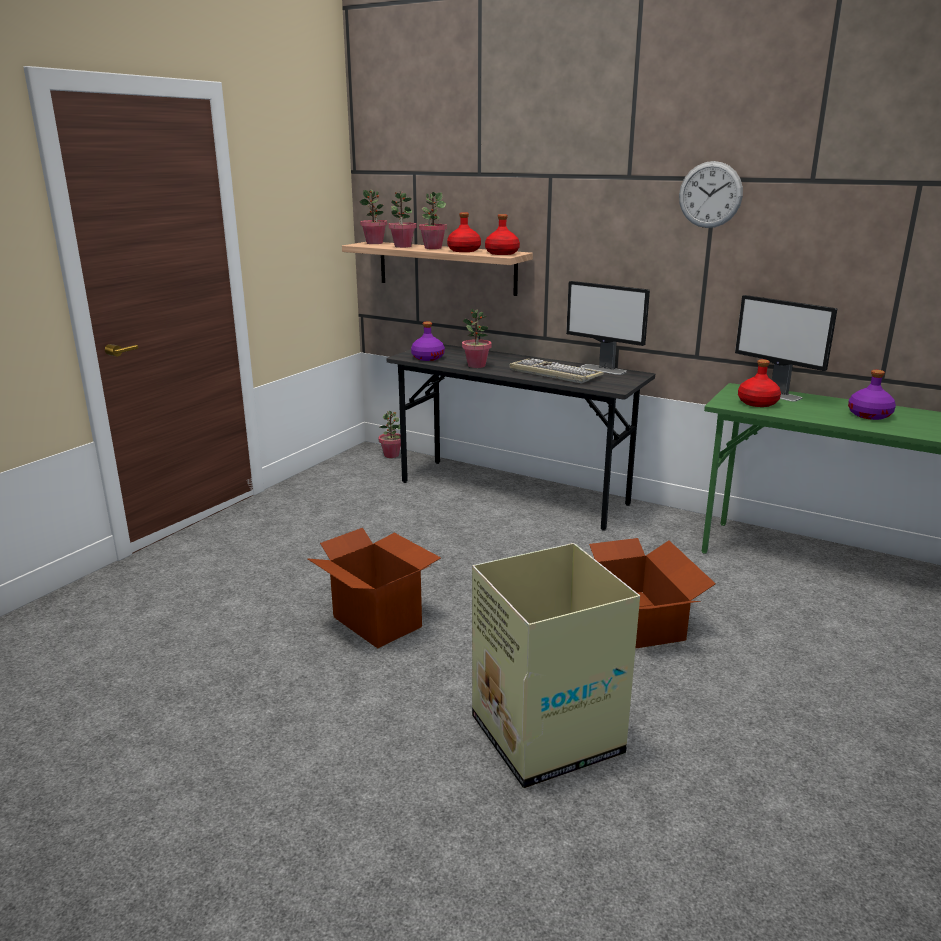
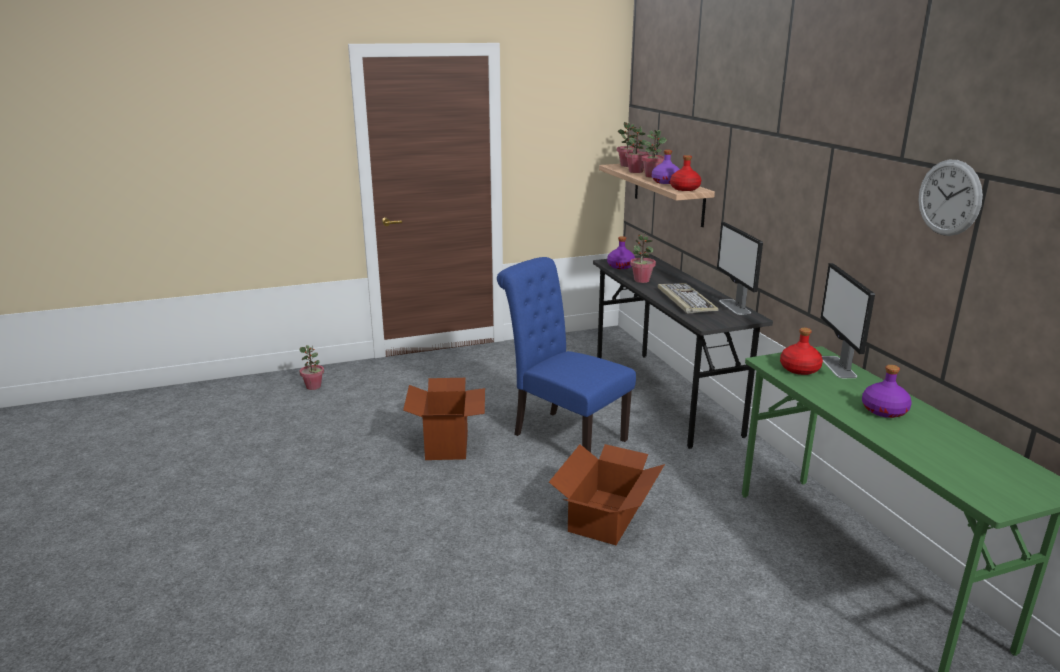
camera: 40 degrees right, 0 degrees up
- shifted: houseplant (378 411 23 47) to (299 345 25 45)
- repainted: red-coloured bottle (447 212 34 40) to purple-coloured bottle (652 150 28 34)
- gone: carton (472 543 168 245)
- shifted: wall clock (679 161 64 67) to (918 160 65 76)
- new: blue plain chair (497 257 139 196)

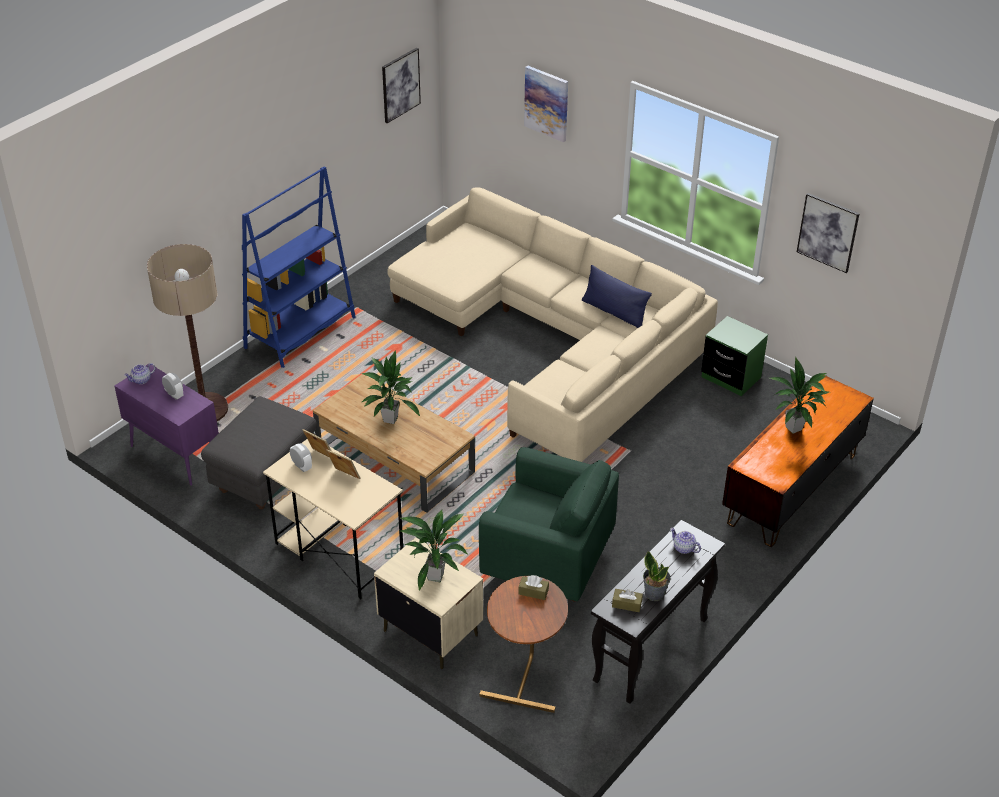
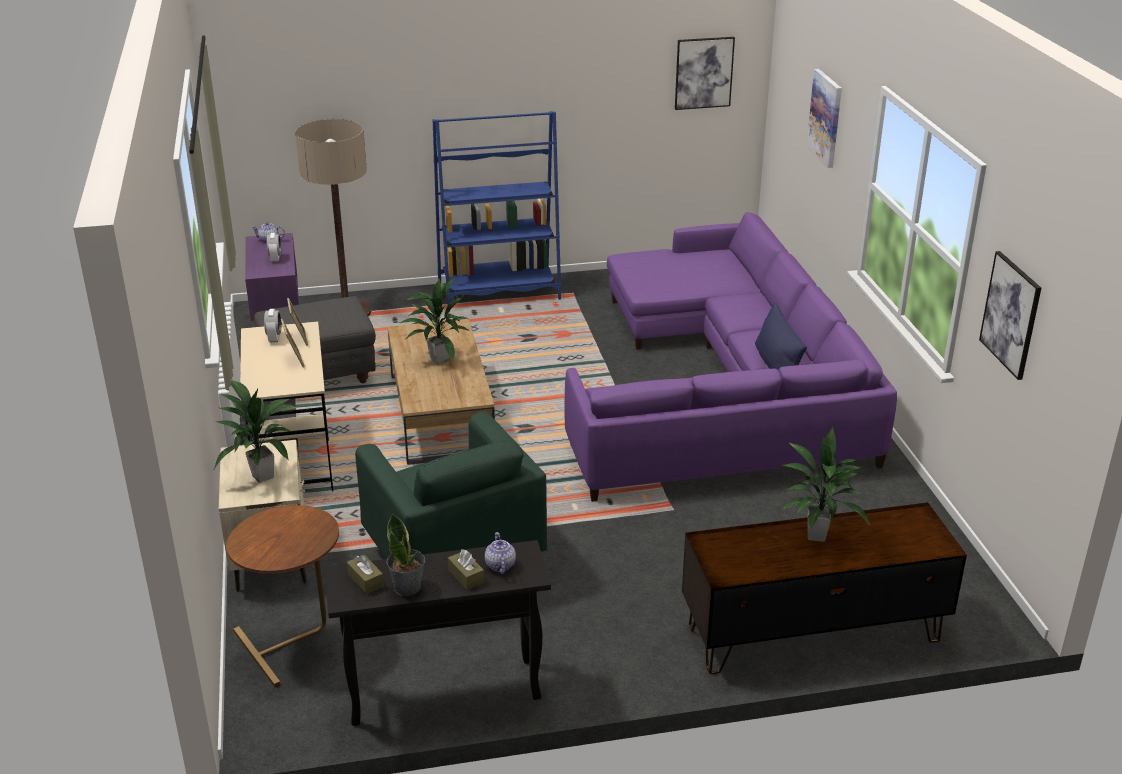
camera: 40 degrees right, 10 degrees down
- repainted: beige sofa (387 188 331 274) to purple-coloured sofa (565 212 332 290)
- shifted: brownish box of tissues (519 575 30 25) to (448 549 36 41)
- gone: greenish nightstand (701 316 67 80)

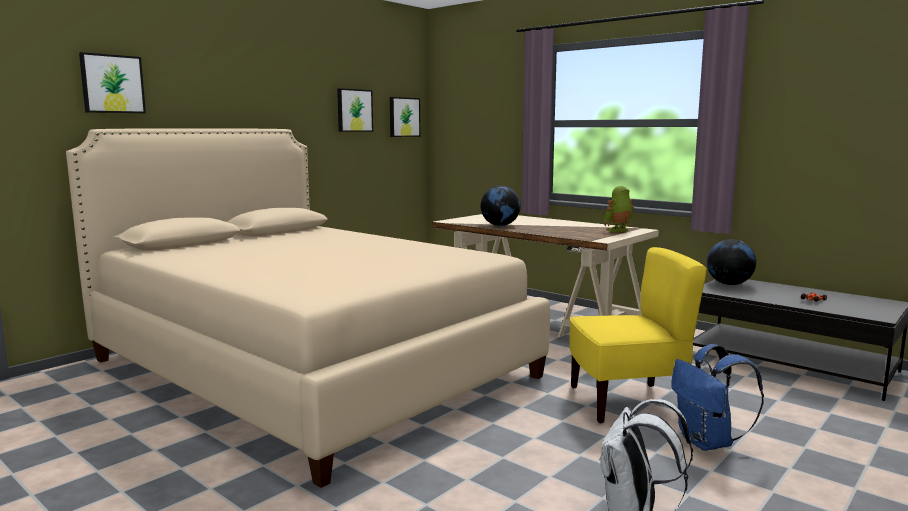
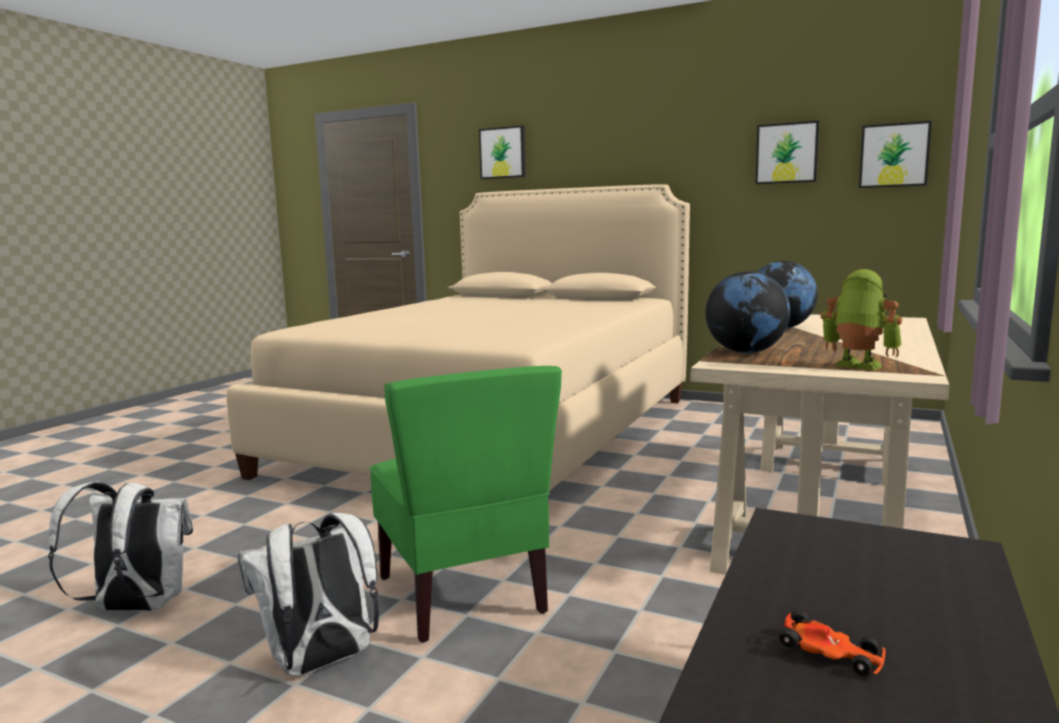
camera: 75 degrees right, 0 degrees up
- repainted: yellow plain chair (569 247 138 176) to greenish plain chair (369 366 193 277)
- repainted: blue rucksack (671 344 93 107) to white rucksack (238 513 141 163)
- shifted: globe (707 239 49 46) to (705 271 85 82)

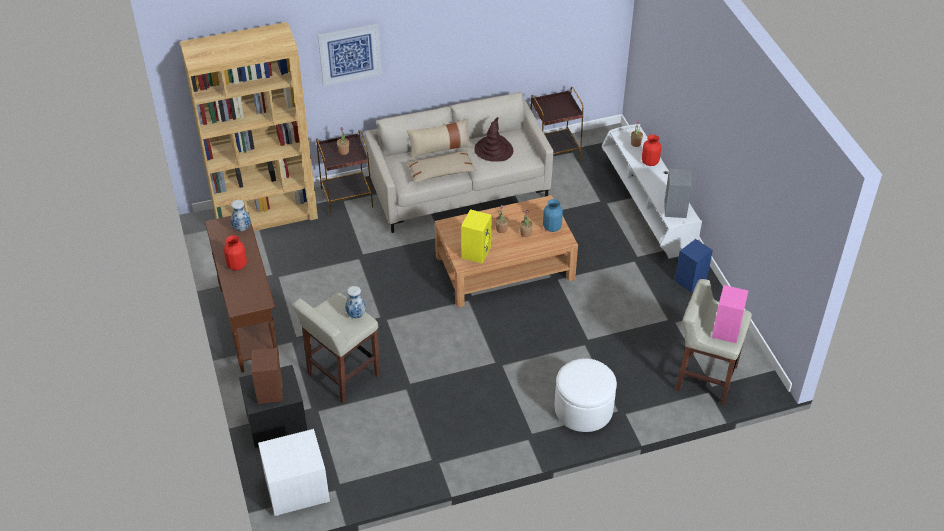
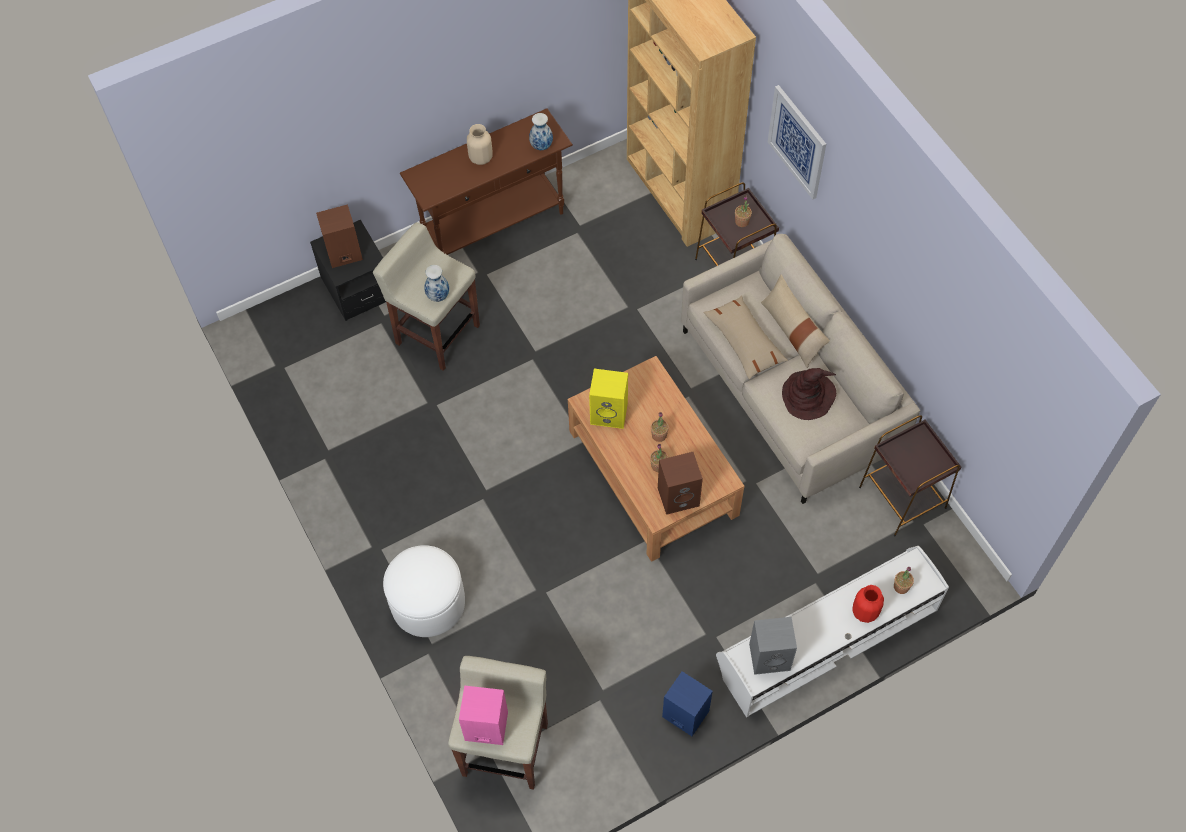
camera: 80 degrees right, 15 degrees up
- repainted: red-coloured decorative vase (224 235 23 35) to beige decorative vase (467 124 26 41)
- gone: white nightstand (258 429 72 87)
- swapped: blue decorative vase (543 199 20 33) to brownish loudspeaker (658 452 45 63)

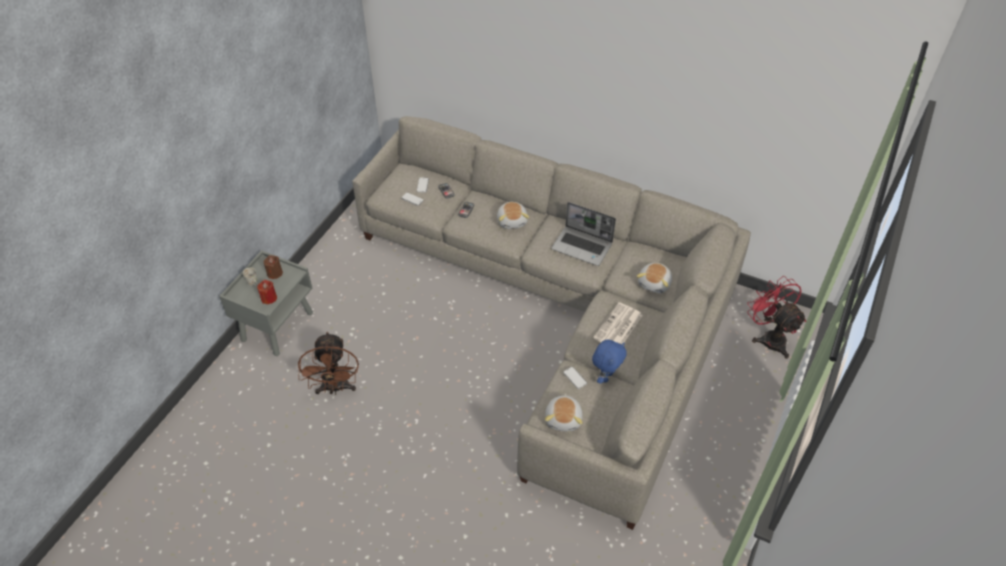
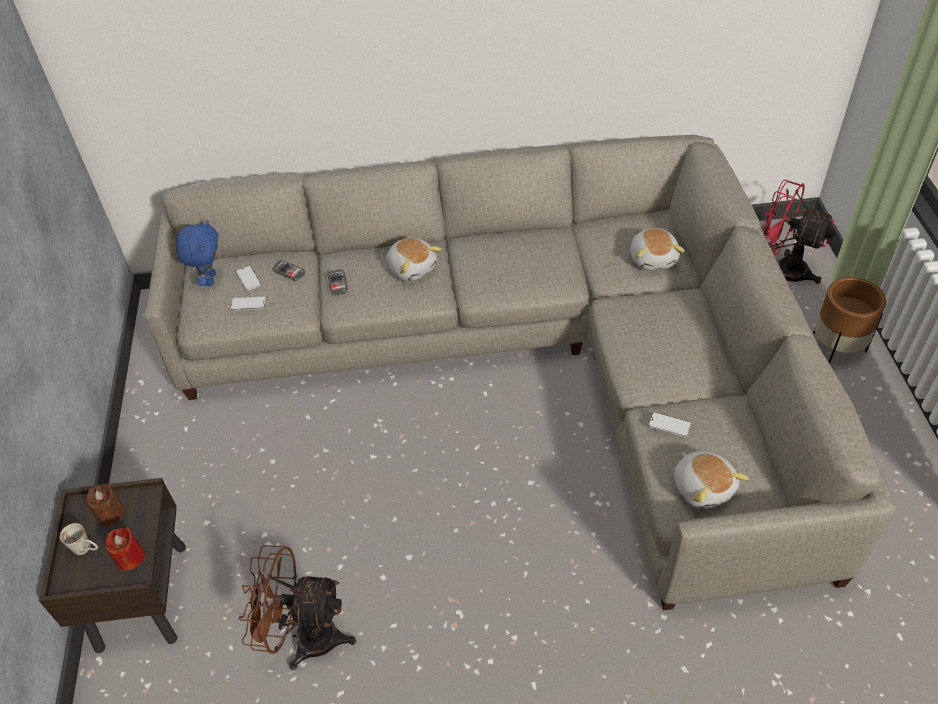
camera: 30 degrees left, 0 degrees up
- repainted: greyish nightstand (219 250 94 106) to brownish nightstand (39 478 147 175)
- rotated: brownish cooling fan (298 332 61 63) = (238 545 118 125) 135 degrees clockwise
- gone: notebook computer (551 202 65 64)
- shifted: blue soft toy (592 340 35 44) to (176 220 42 66)
- gone: daily paper (593 302 50 42)
- new: brownish planter (813 277 73 87)

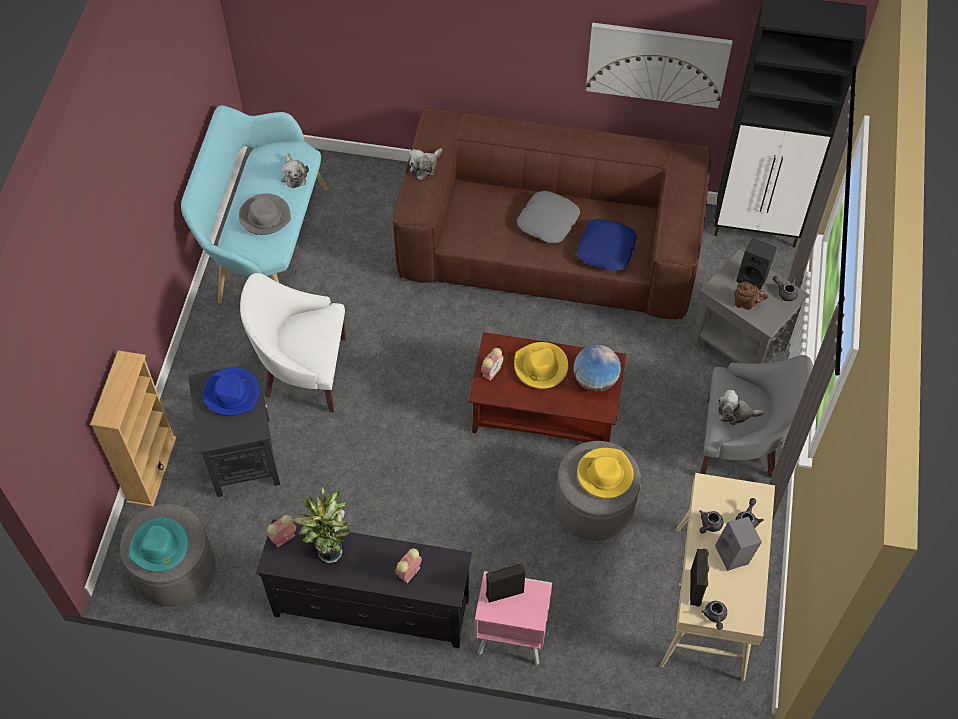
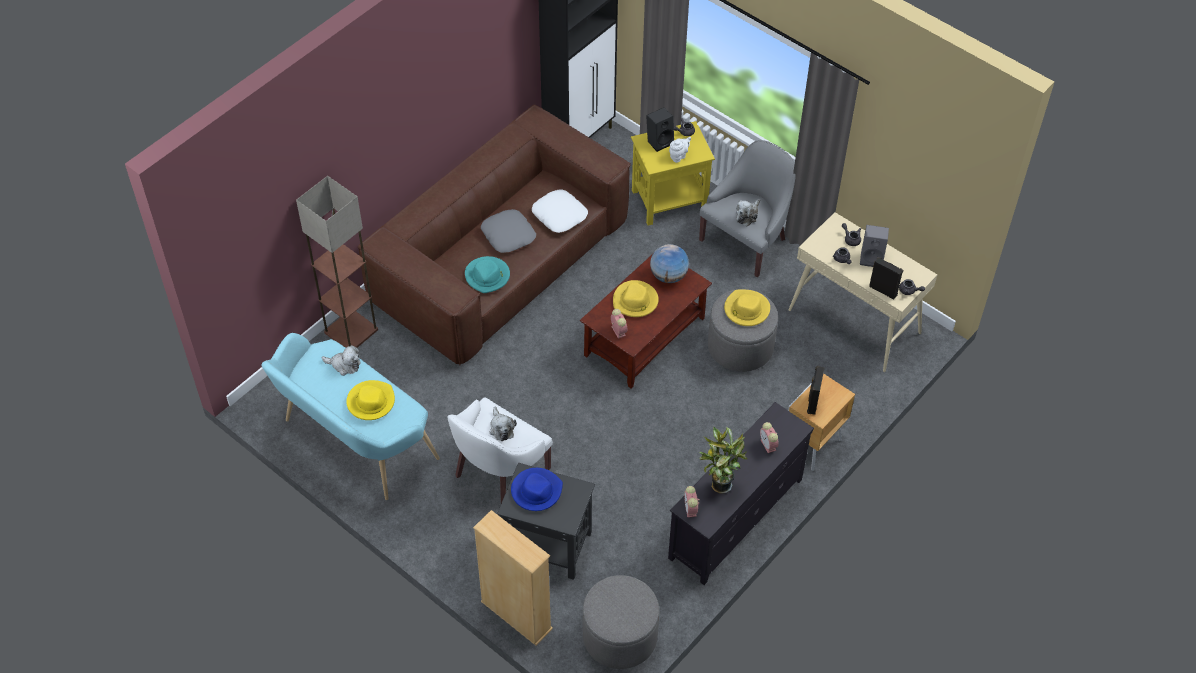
camera: 60 degrees left, 5 degrees down
- shifted: blue-green hat (129 518 60 54) to (465 256 45 37)
- repainted: greyish hat (239 194 52 41) to yellow hat (346 380 49 40)
- shifted: soft toy (408 148 34 32) to (489 406 28 35)
- repainted: pink nightstand (475 571 77 94) to brownish nightstand (788 373 67 98)
- repainted: blue throw pillow (576 219 61 52) to white throw pillow (532 190 56 43)
- gone: picture (586 23 147 85)
- repainted: greyish side table (691 249 118 115) to yellow side table (631 121 84 105)
- repainted: brownish teapot (734 282 34 28) to white teapot (669 137 22 26)
- new: standard lamp (296 176 82 172)

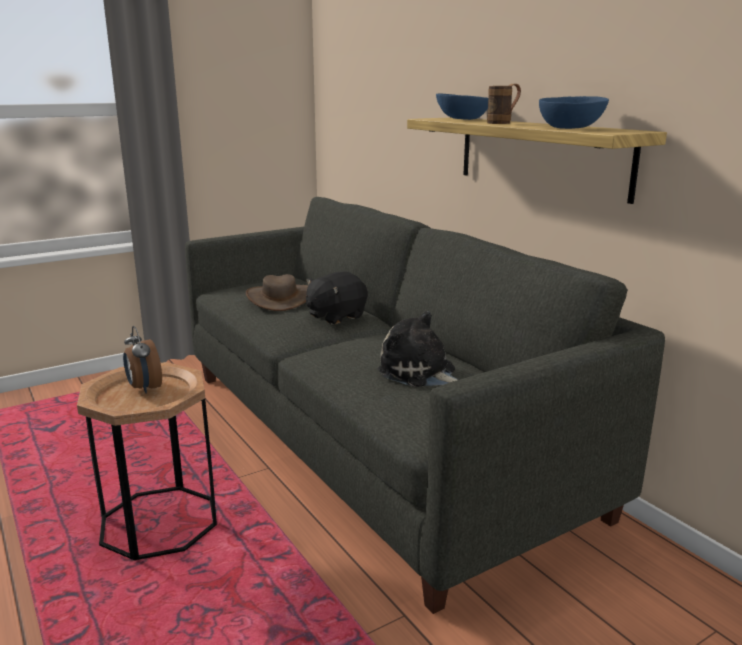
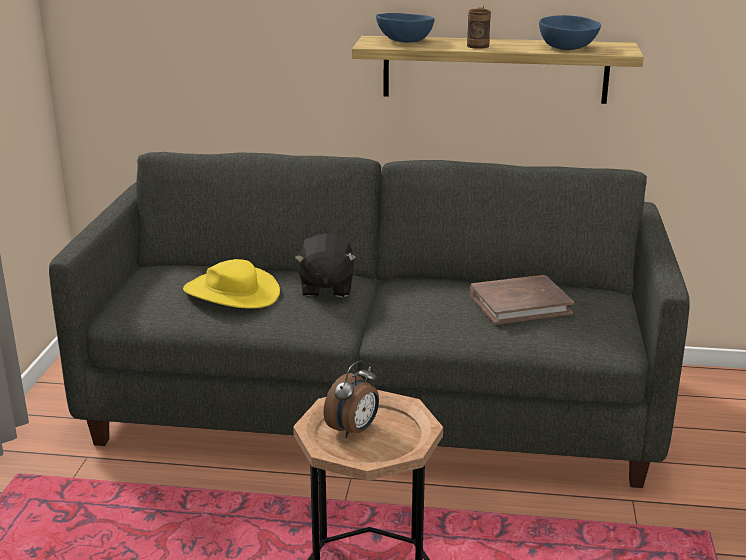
camera: 50 degrees left, 5 degrees up
- rotated: table clock (123 326 39 68) = (323 360 56 78) 60 degrees counterclockwise
- repainted: brownish hat (246 274 62 37) to yellow hat (183 259 97 50)
- swapped: soft toy (377 311 81 76) to brownish bound book (470 275 104 50)

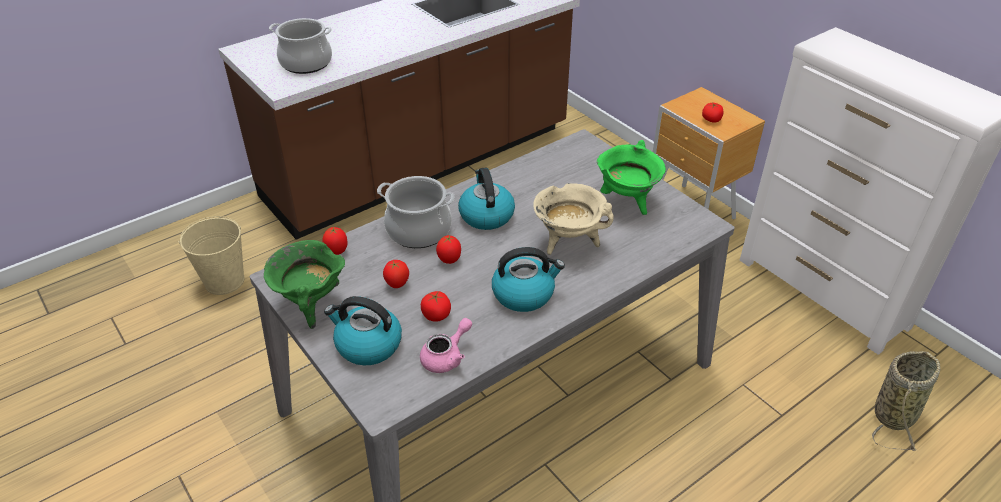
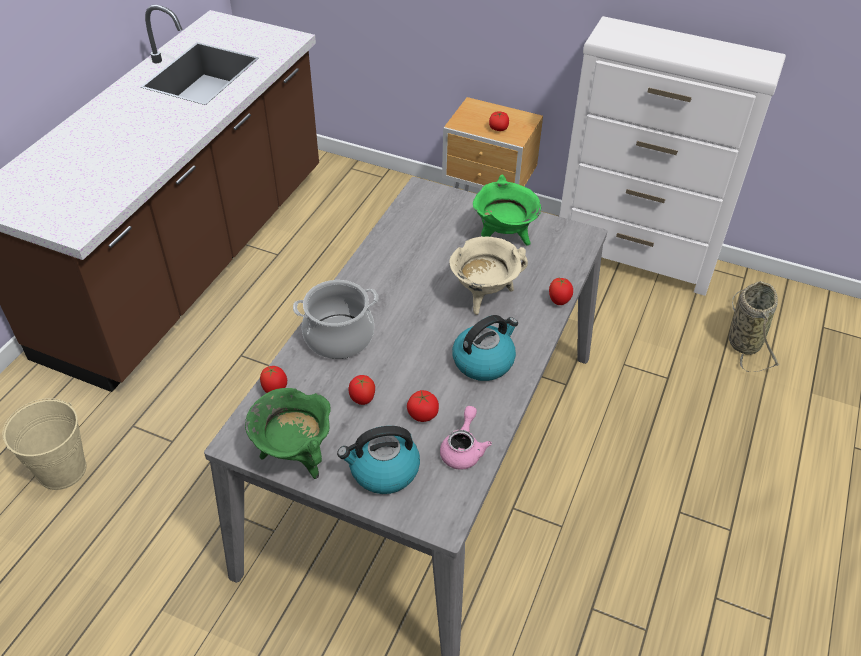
camera: 30 degrees left, 5 degrees up
- gone: cooking pot (269 18 63 56)
- shifted: fresh tomato (436 235 25 29) to (549 278 24 27)
- gone: tea kettle (458 167 57 63)

